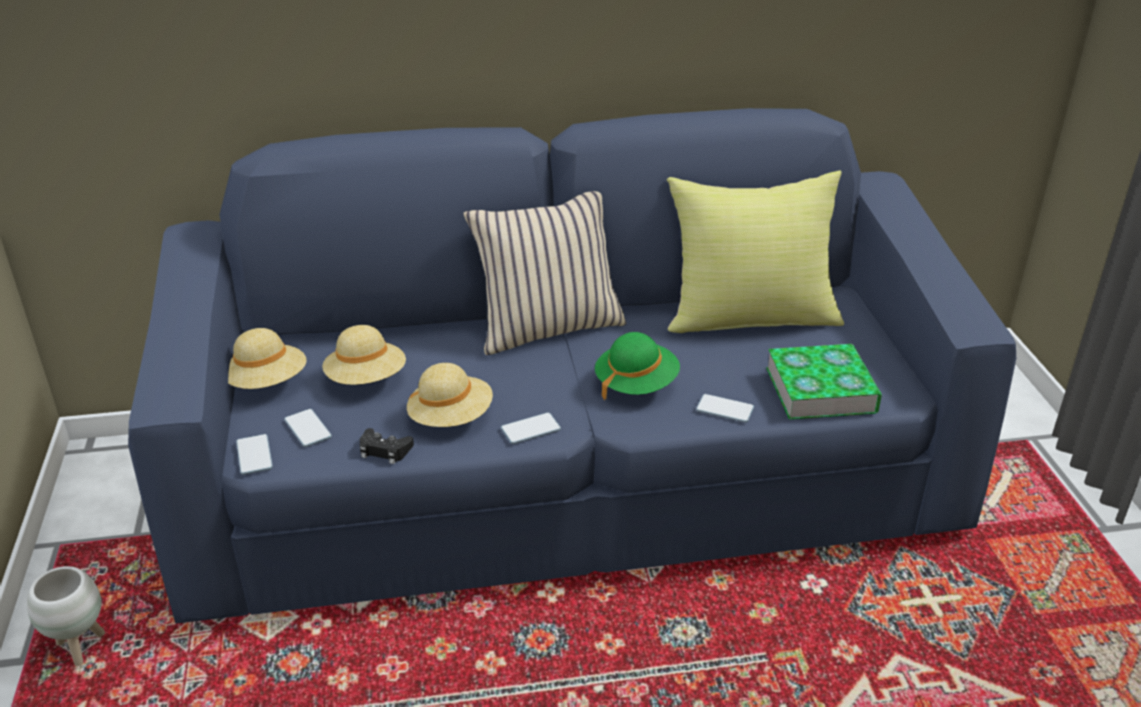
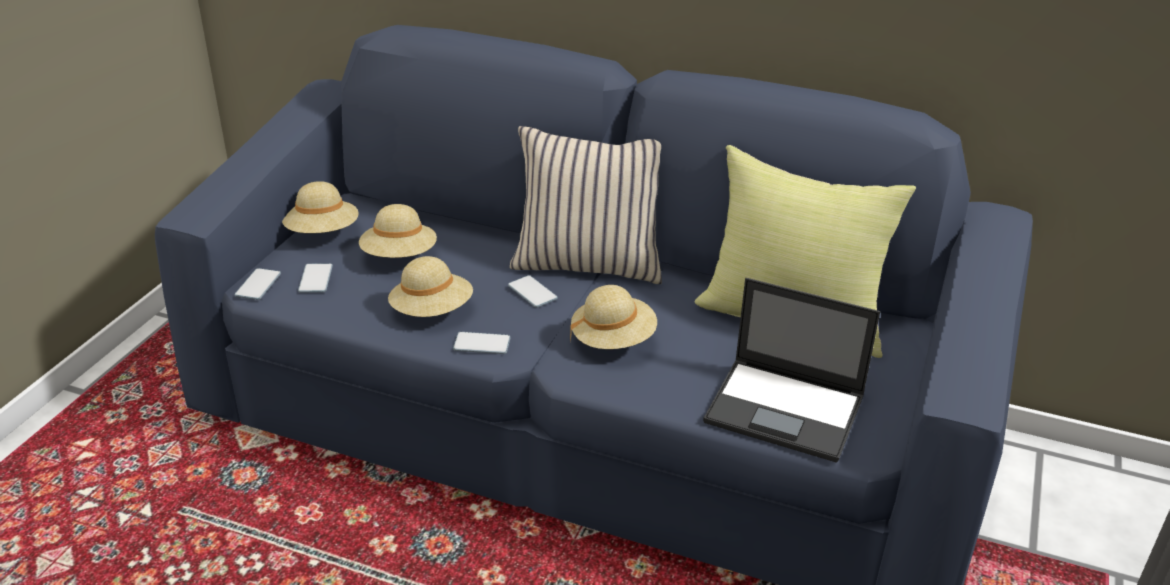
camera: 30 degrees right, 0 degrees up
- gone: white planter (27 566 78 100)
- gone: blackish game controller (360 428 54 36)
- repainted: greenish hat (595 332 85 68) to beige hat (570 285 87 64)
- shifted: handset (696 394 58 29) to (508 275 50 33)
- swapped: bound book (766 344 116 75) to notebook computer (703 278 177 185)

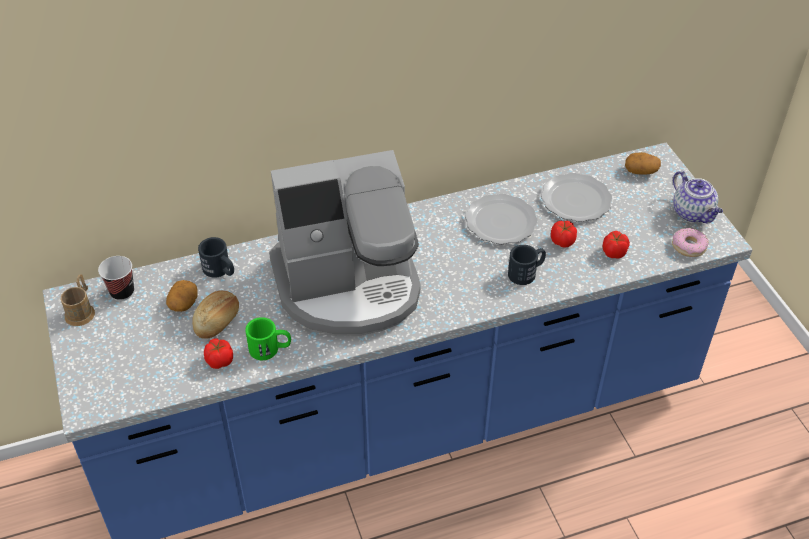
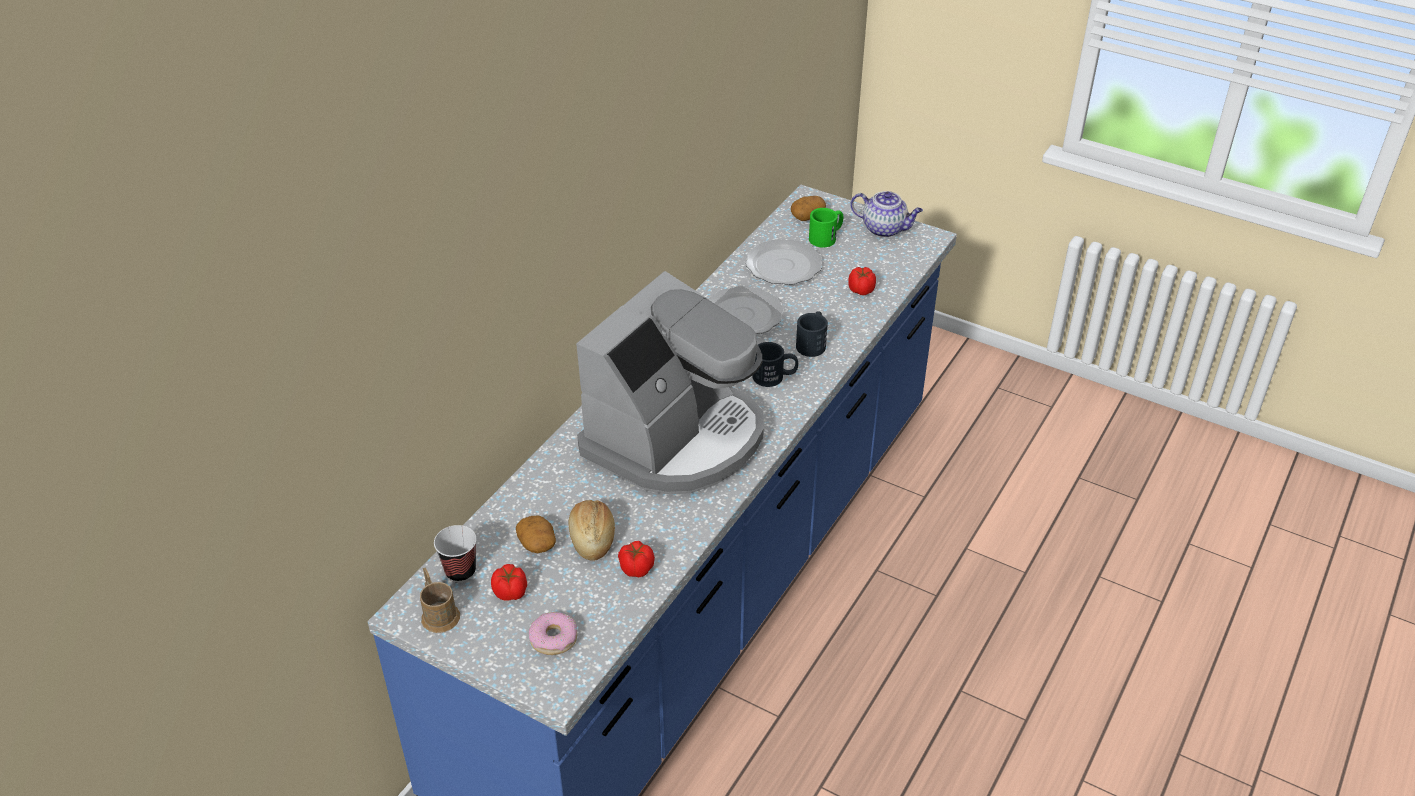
camera: 40 degrees left, 5 degrees down
- shifted: blackish mug (198 237 36 41) to (752 342 46 45)
- shifted: greenish mug (245 317 46 43) to (809 208 34 40)
- shifted: fresh tomato (551 221 26 27) to (491 564 36 37)
- shifted: doughnut (672 228 37 29) to (529 612 48 43)

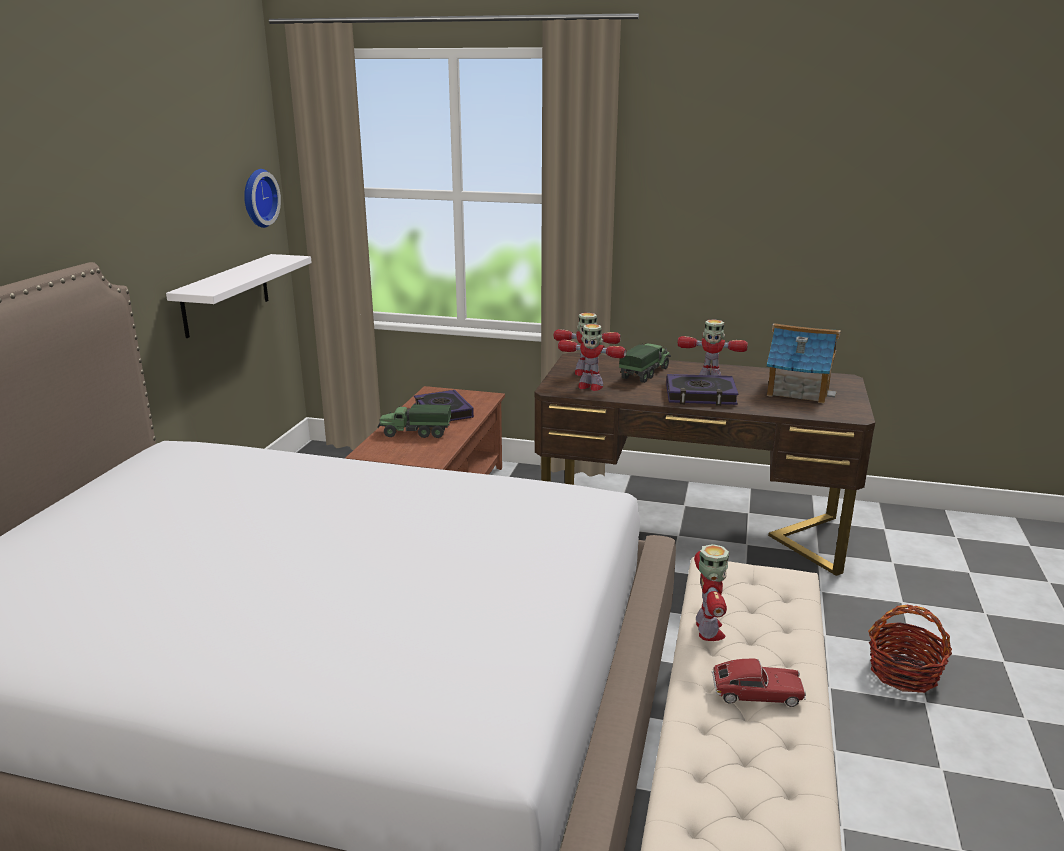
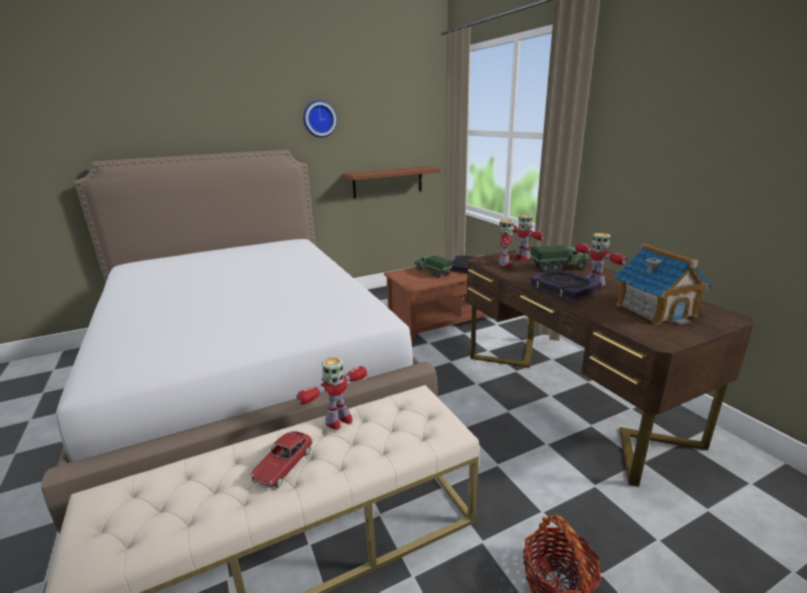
camera: 50 degrees right, 0 degrees up
- repainted: white shelf (166 254 146 84) to brownish shelf (343 166 98 32)
- shifted: wall clock (244 169 37 59) to (303 100 34 38)
- rotated: toy robot (558 324 68 67) = (499 220 15 47) 150 degrees counterclockwise
- rotated: model car (712 659 94 48) = (250 431 63 57) 60 degrees clockwise

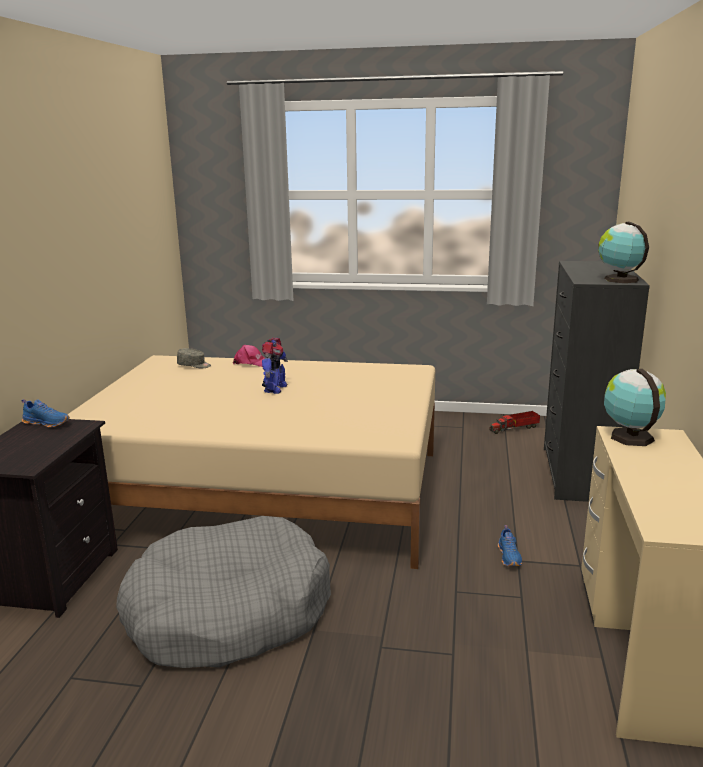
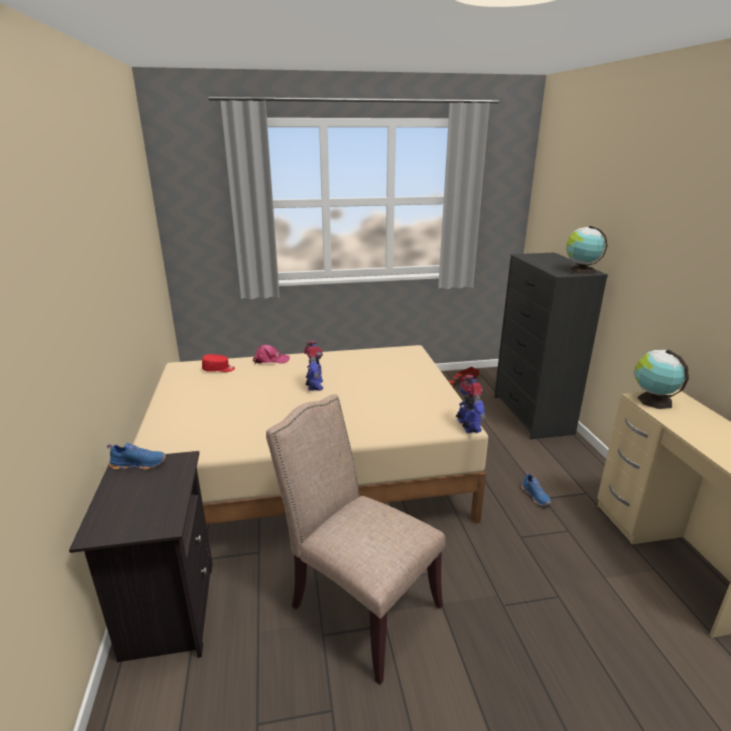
camera: 20 degrees left, 5 degrees up
- swapped: greyish pet bed (116 516 215 152) to beige plain chair (266 394 179 291)
- repainted: greyish cap (177 348 34 21) to red-coloured cap (202 354 33 18)
- new: toy robot (456 375 30 58)

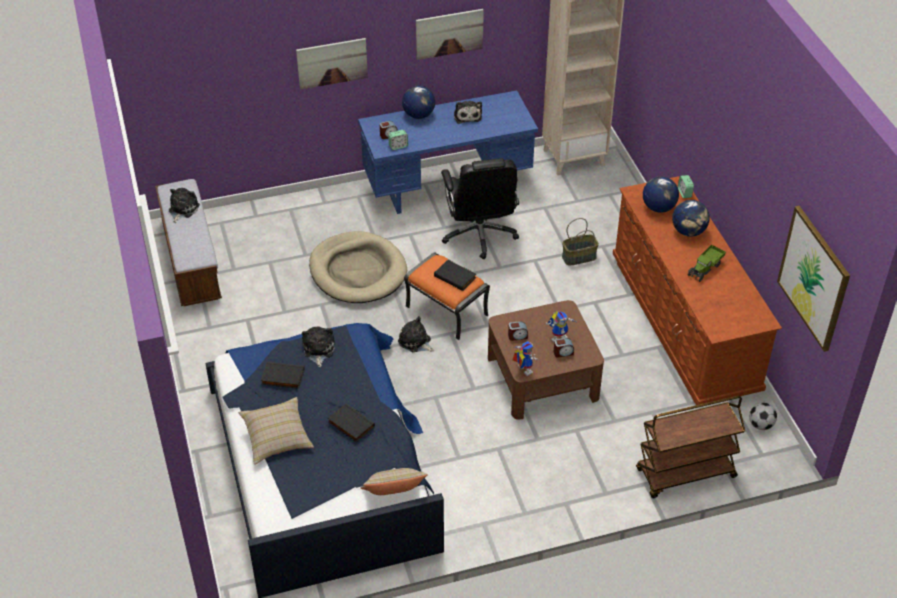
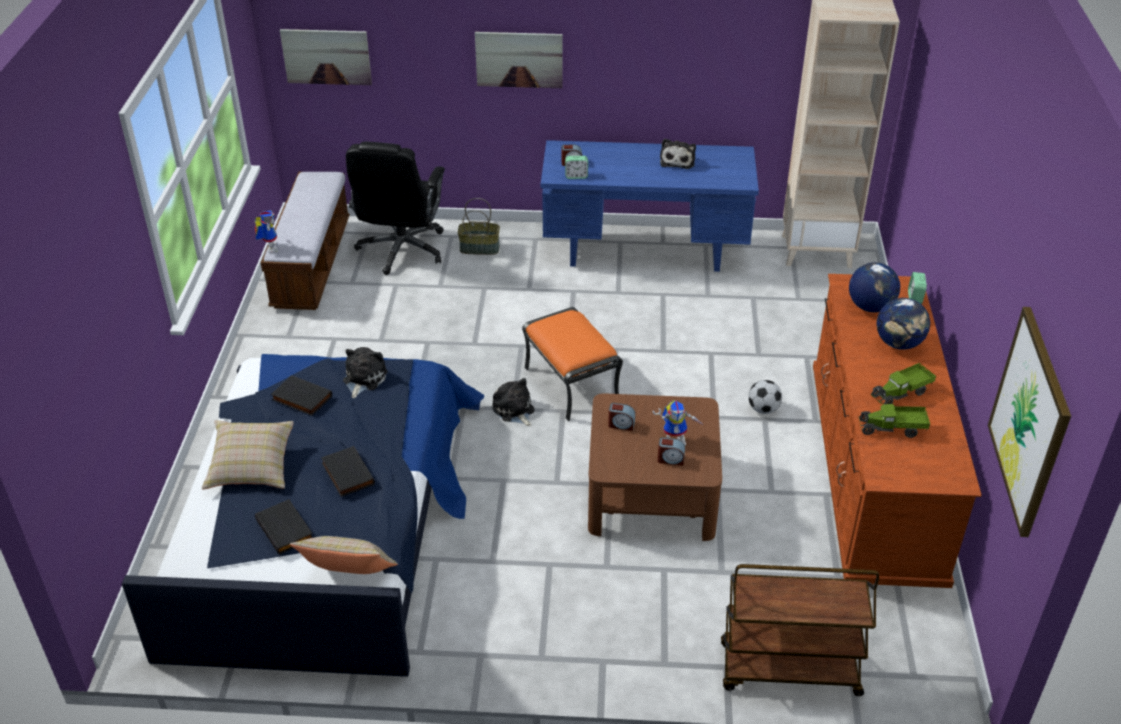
camera: 20 degrees right, 5 degrees down
- gone: soft toy (169 188 31 35)
- gone: beige pet bed (309 231 98 72)
- gone: globe (402 85 33 34)
- shifted: picture (416 9 68 51) to (280 29 92 56)
- shifted: blackish bound book (434 260 42 31) to (255 499 58 56)
- shifted: blackish desk chair (441 158 78 101) to (346 142 99 133)
- shifted: toy robot (512 341 26 35) to (254 211 24 42)
- shifted: storage basket (562 218 37 47) to (458 198 42 57)
- shifted: ball for football (749 403 28 27) to (748 380 34 34)
- new: toy truck (859 404 71 34)

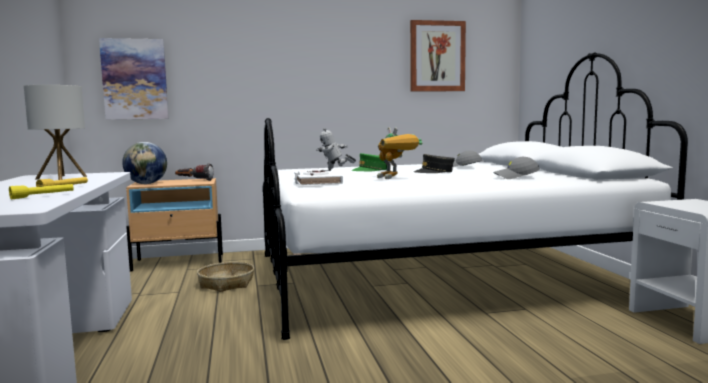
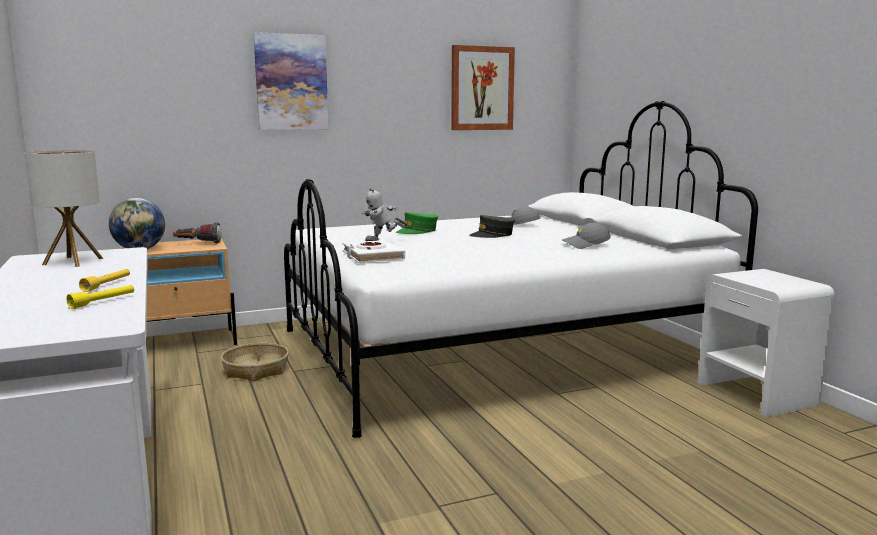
camera: 10 degrees left, 5 degrees up
- shifted: picture (99 38 70 82) to (253 32 75 98)
- gone: toy robot (377 127 46 52)

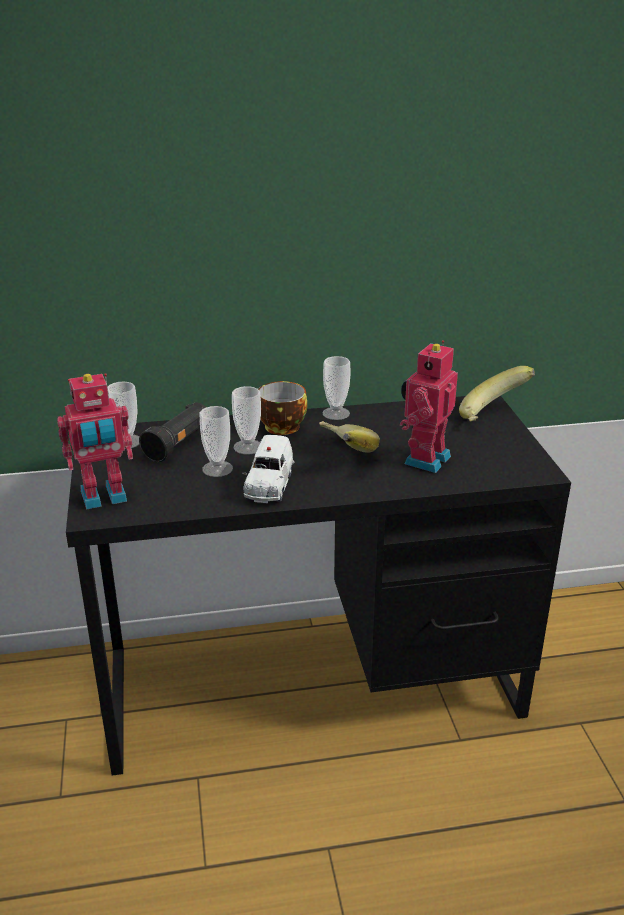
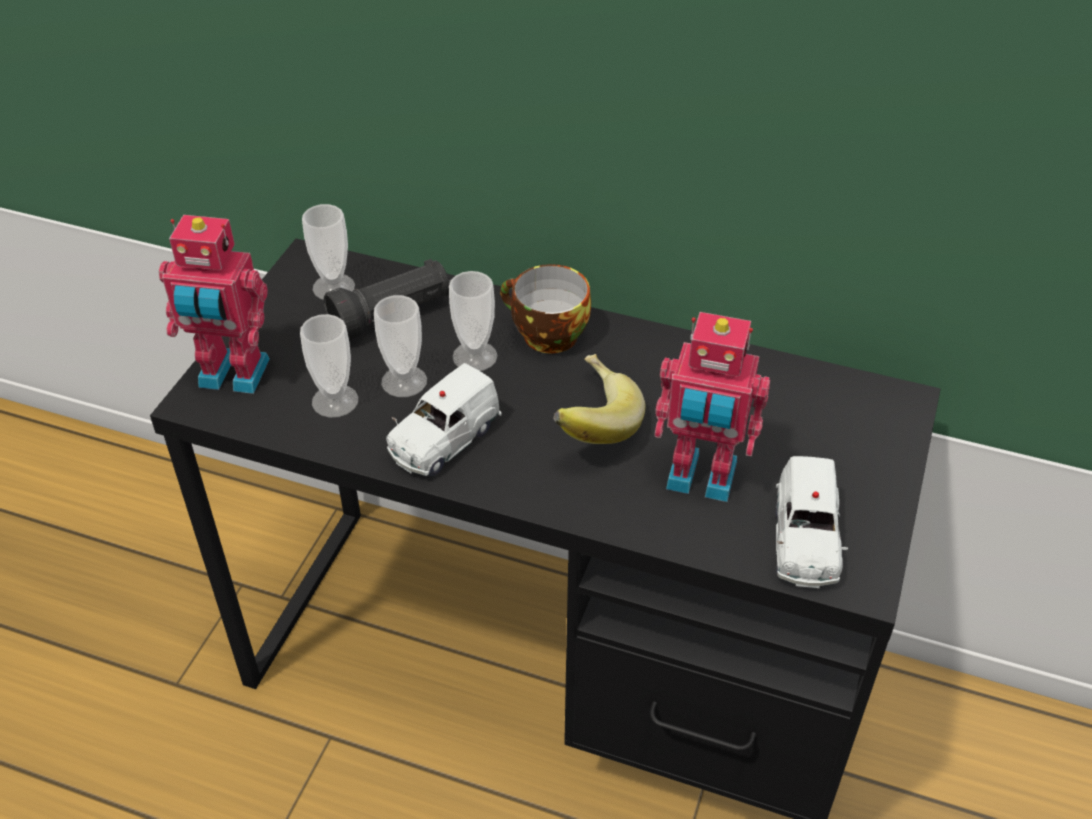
camera: 30 degrees right, 15 degrees up
- shifted: cup (322 356 28 64) to (300 314 58 104)
- rotated: toy robot (400 340 58 133) = (655 312 115 190) 135 degrees counterclockwise
- gone: banana fruit (459 366 76 56)
- new: white model car (776 456 72 132)

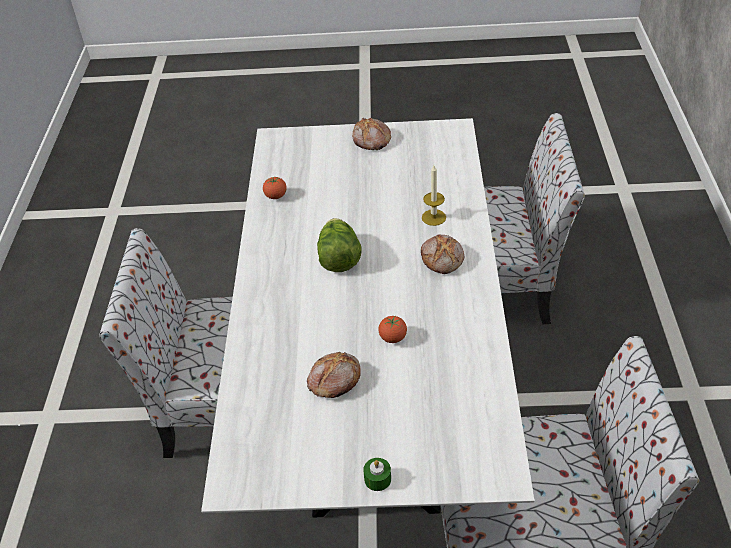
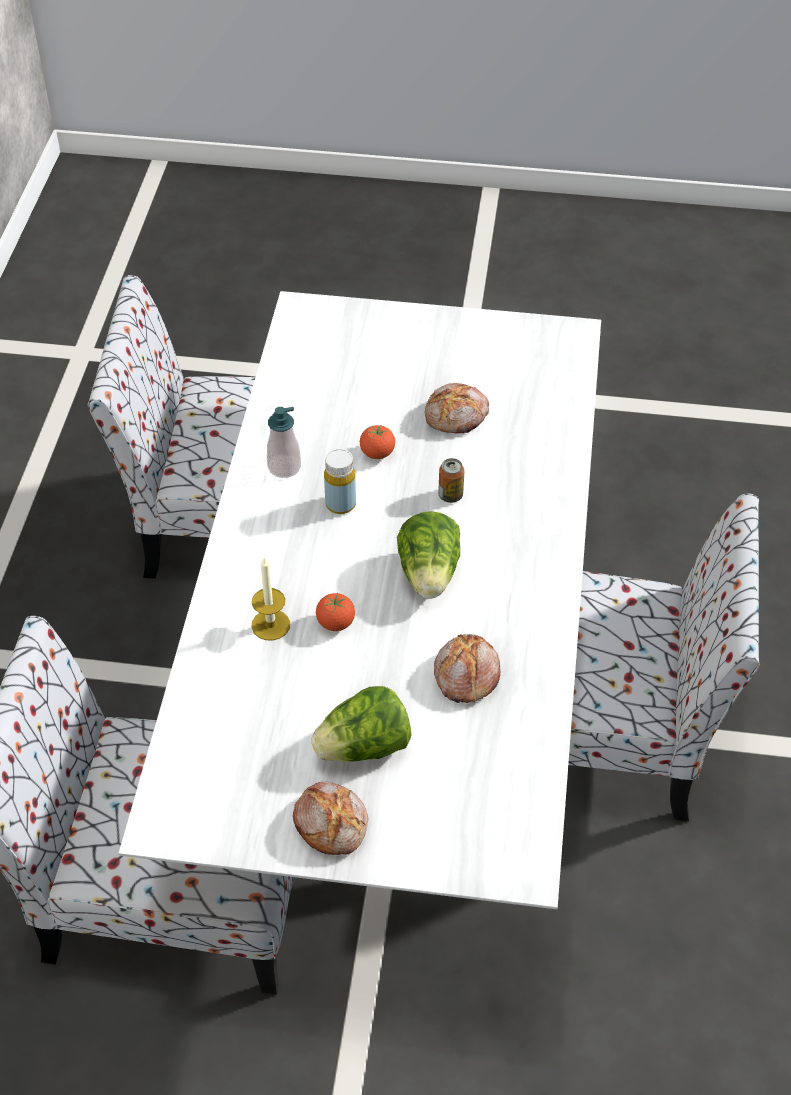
camera: 175 degrees left, 5 degrees up
- shifted: fresh tomato (263 176 24 23) to (316 593 39 38)
- gone: greenish wax candle (363 458 28 33)
- shifted: bakery bread (421 235 44 39) to (434 634 66 69)
- new: soap bottle (267 407 34 71)
- new: lettuce head (311 686 100 75)
- new: yellow bottle (324 449 32 65)
- new: metal can (438 458 27 45)

